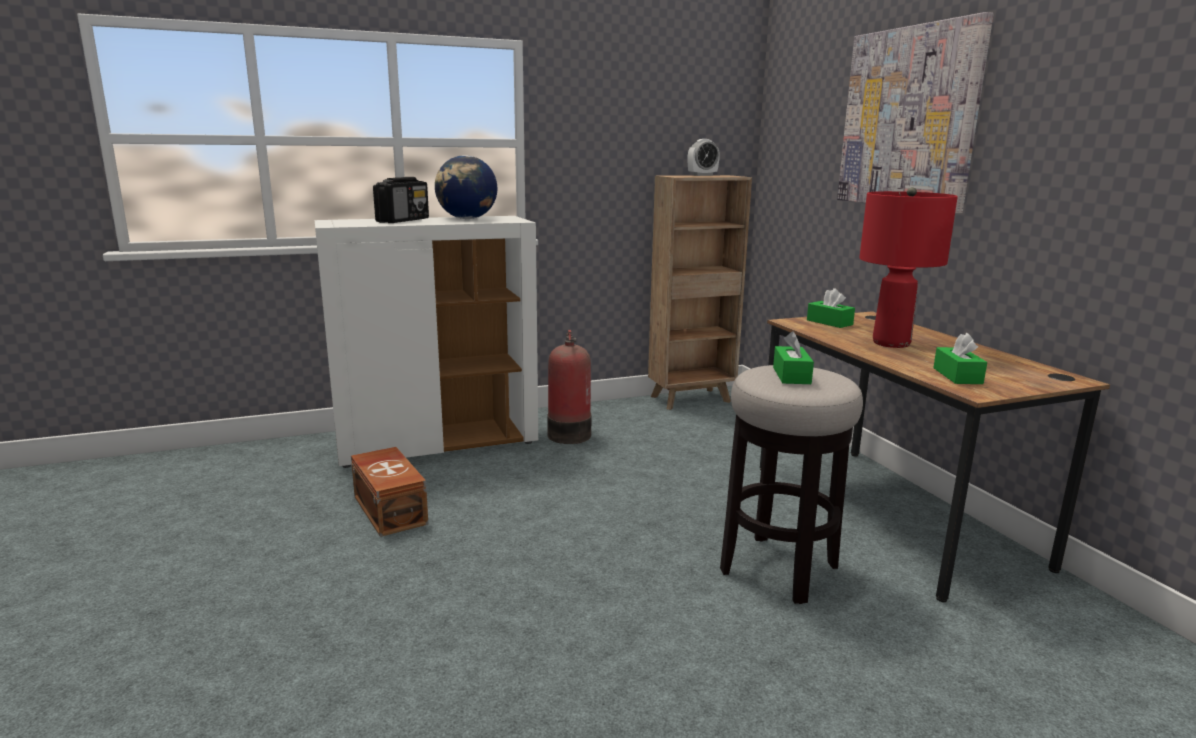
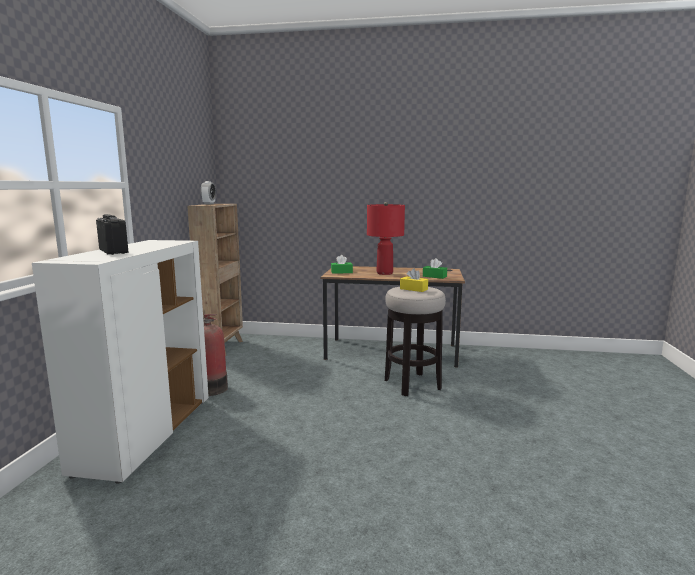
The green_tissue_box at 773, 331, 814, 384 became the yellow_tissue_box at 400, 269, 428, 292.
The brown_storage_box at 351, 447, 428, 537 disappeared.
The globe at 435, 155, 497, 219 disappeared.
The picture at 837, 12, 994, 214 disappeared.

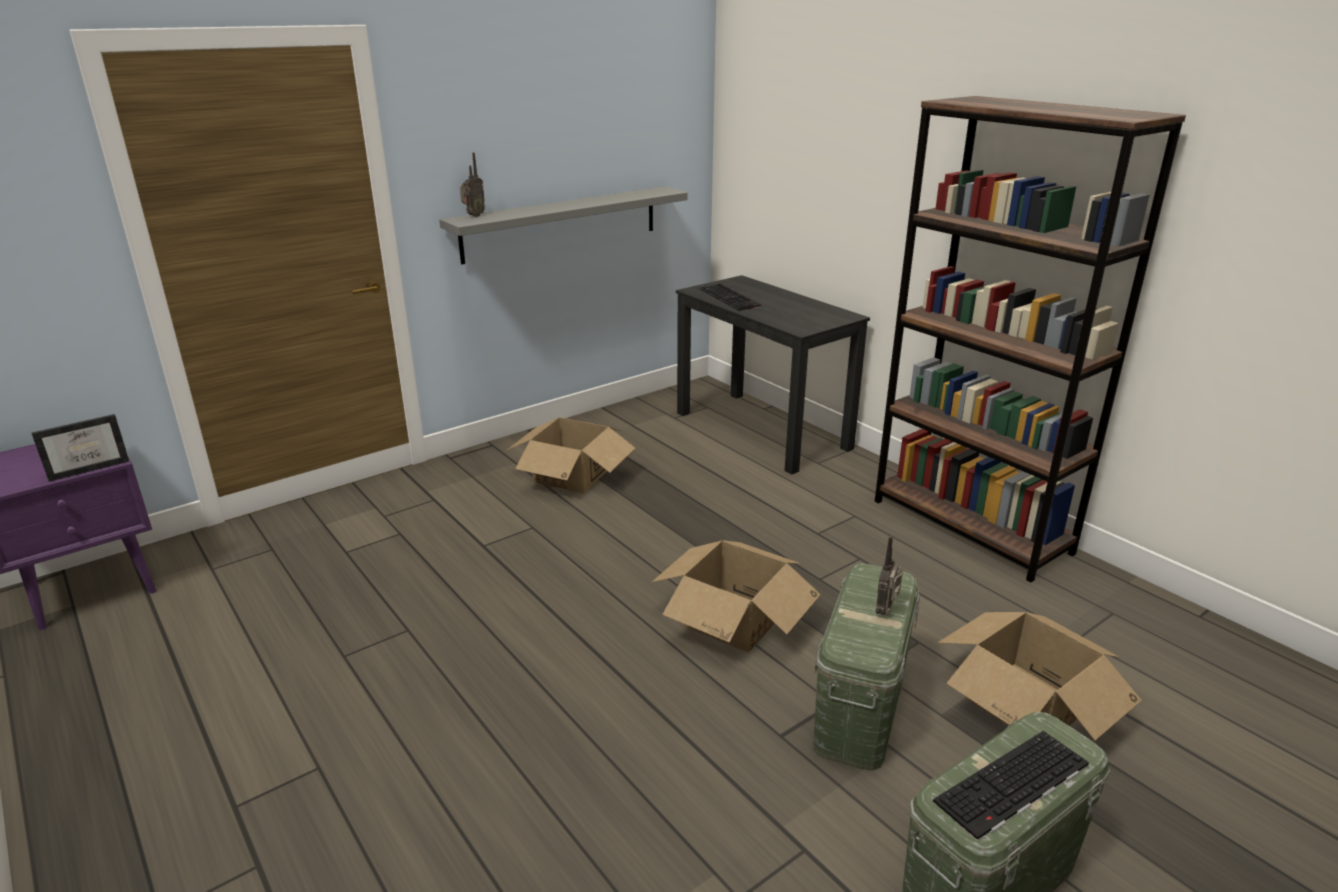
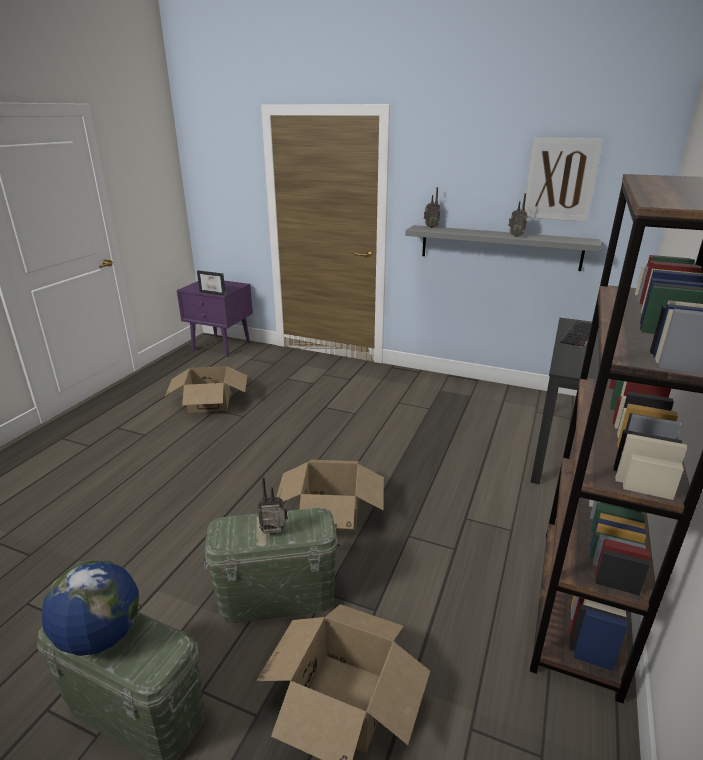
The keyboard at 933, 731, 1089, 841 was replaced by the globe at 42, 560, 139, 656.
The cardboard_box moved from 507, 417, 635, 493 to 165, 366, 247, 413.
The radio at 508, 193, 527, 237 appeared.
The picture at 524, 138, 603, 222 appeared.

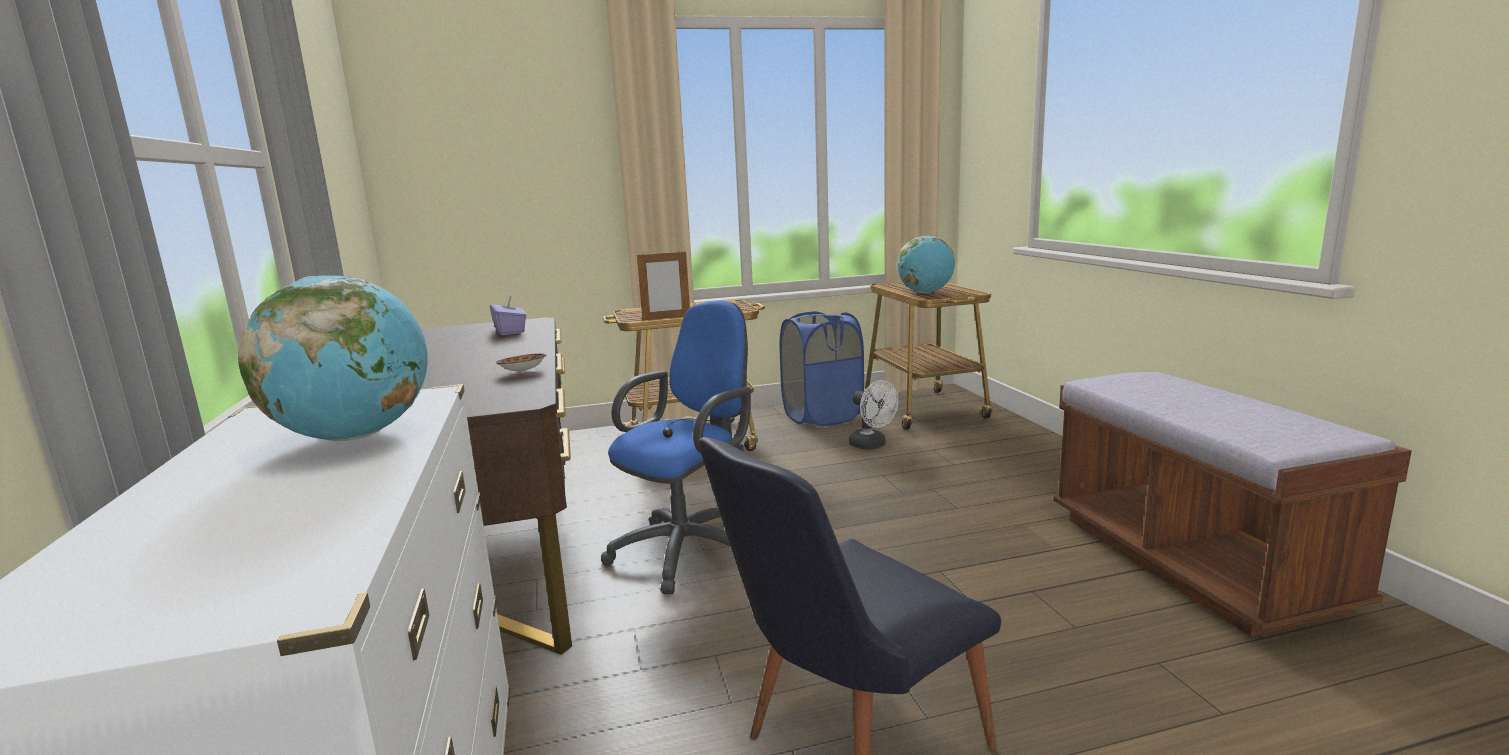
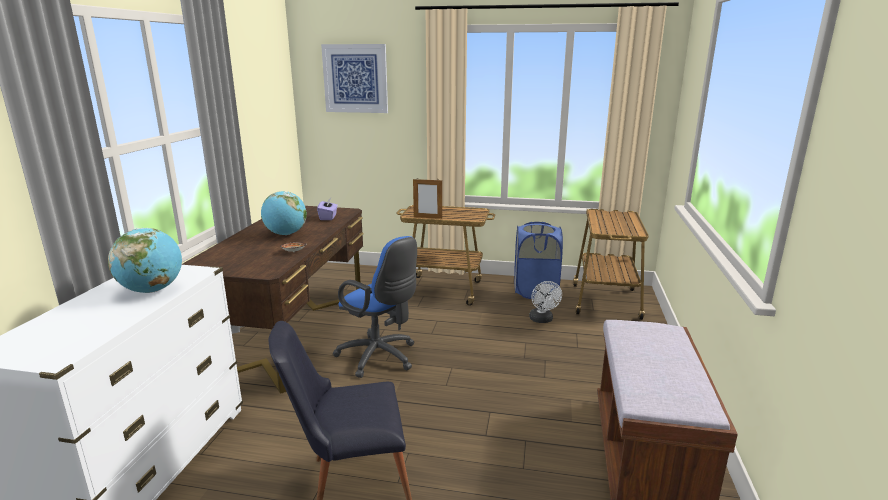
The globe moved from 897, 235, 955, 293 to 261, 191, 307, 235.
The picture at 321, 44, 388, 113 appeared.
The blue_office_chair at 601, 300, 751, 594 turned 60 degrees clockwise.

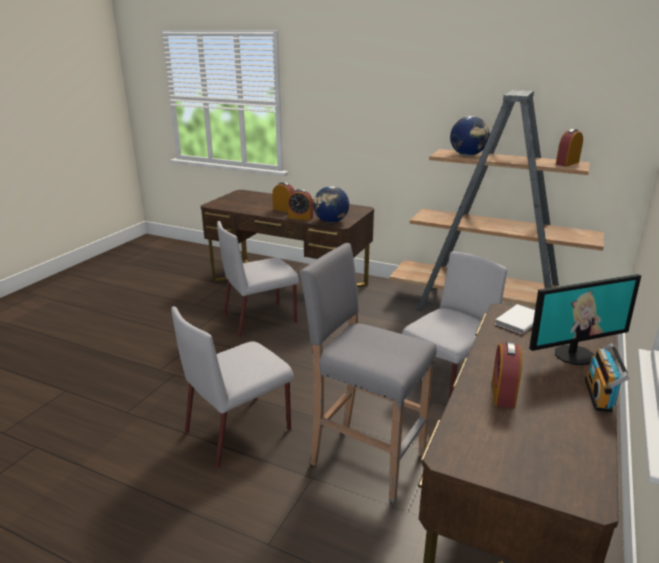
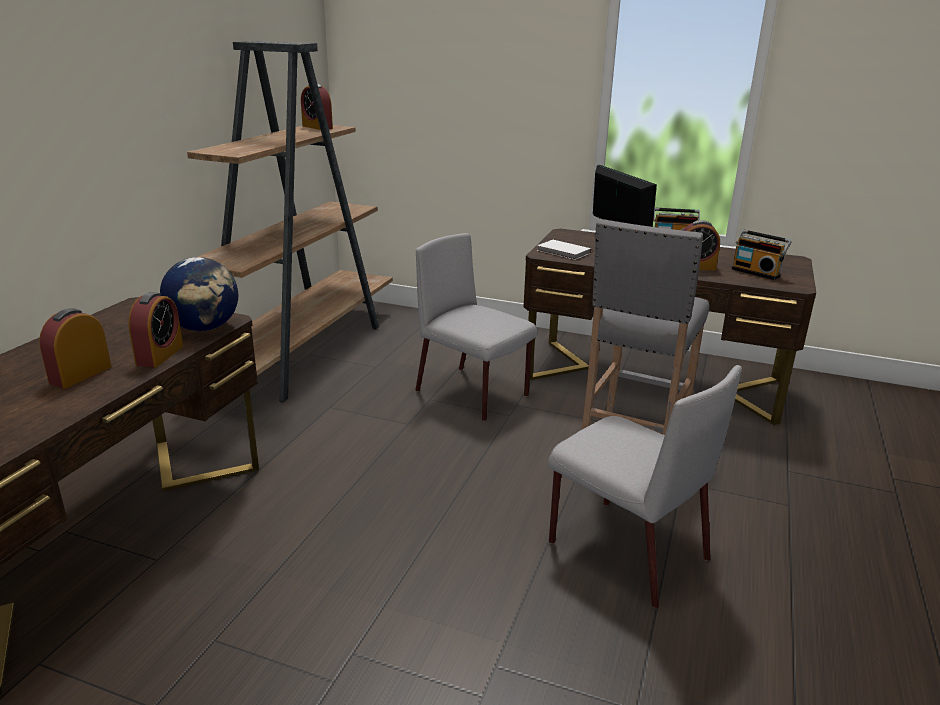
The radio at 731, 230, 791, 280 appeared.
The grey_chair at 217, 221, 299, 338 disappeared.
The globe at 450, 116, 490, 156 disappeared.

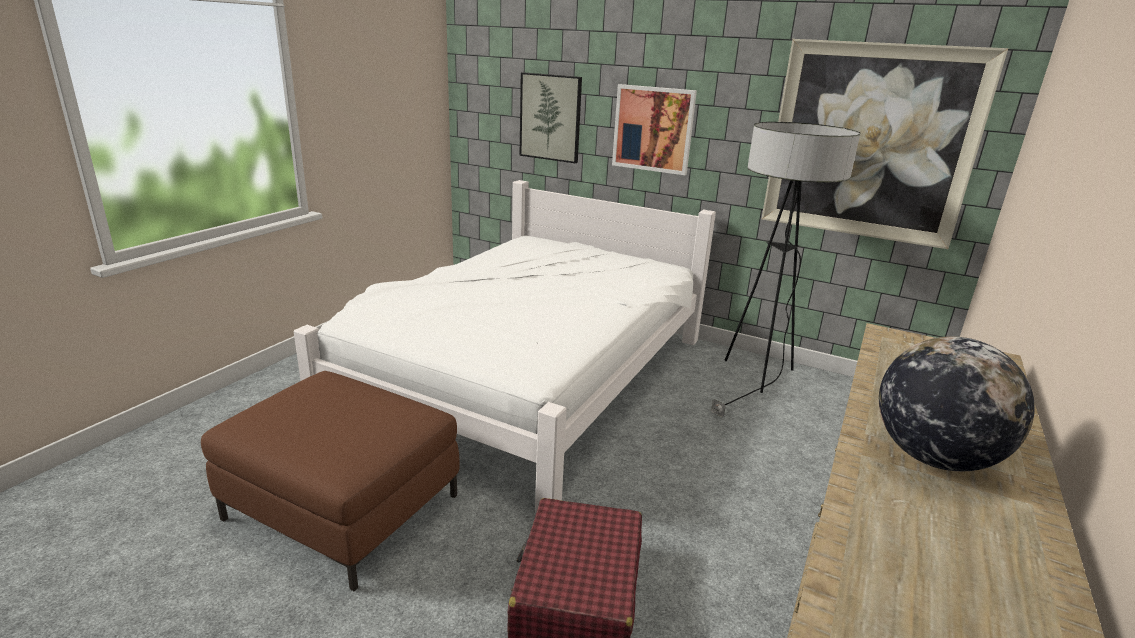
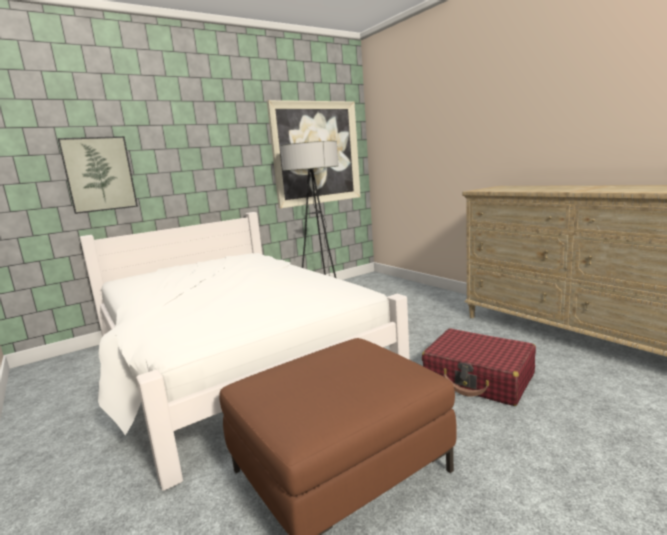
The picture at 612, 84, 697, 175 disappeared.
The globe at 879, 336, 1035, 471 disappeared.

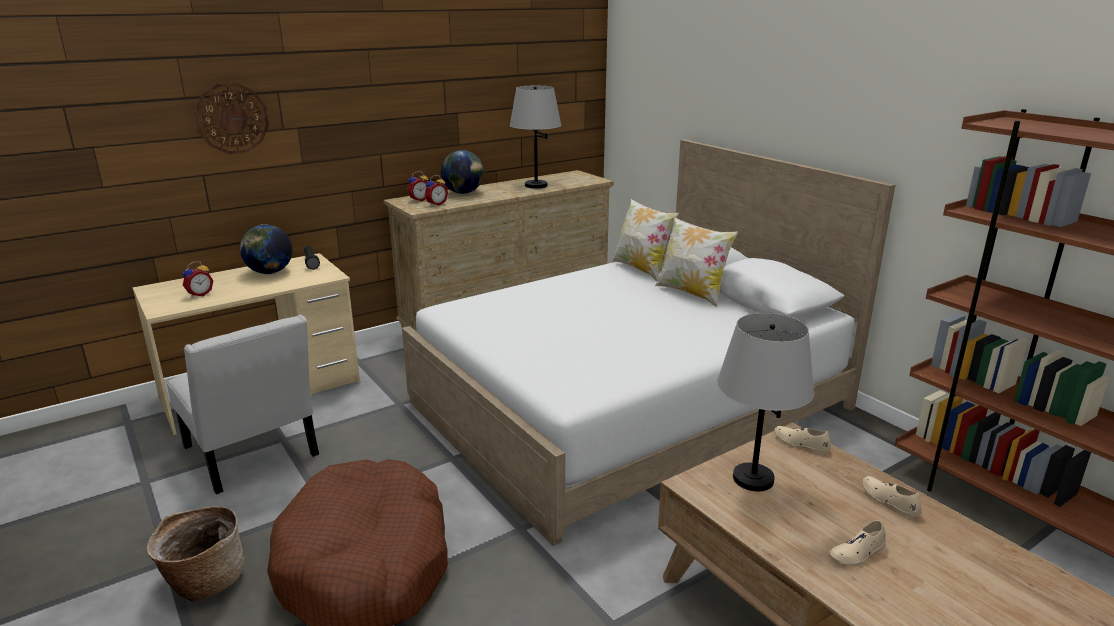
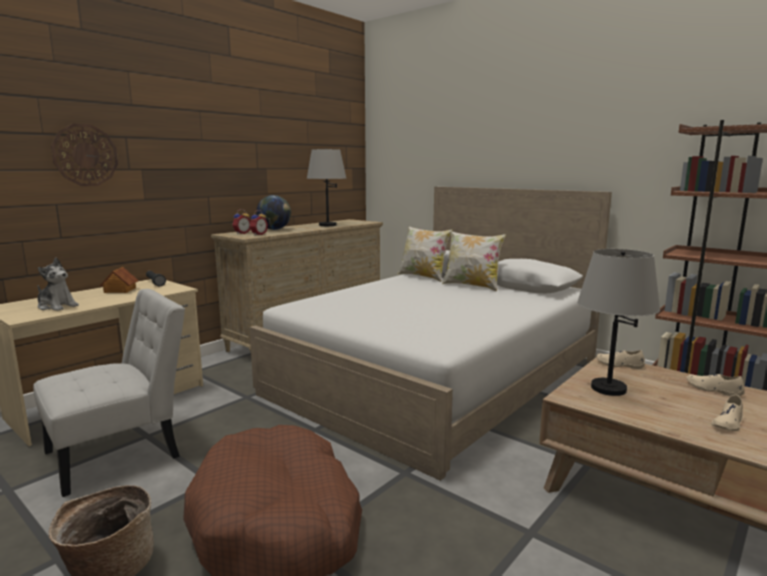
The white_chair at 167, 315, 319, 494 turned 75 degrees counterclockwise.
The alarm_clock at 183, 262, 214, 298 was replaced by the plush_toy at 38, 258, 79, 311.
The globe at 240, 224, 292, 274 was replaced by the toy_house at 100, 267, 139, 293.

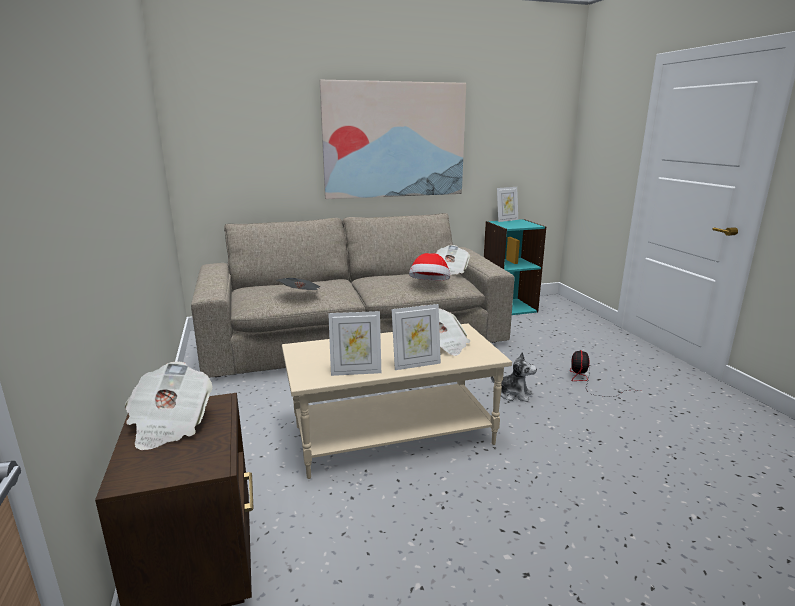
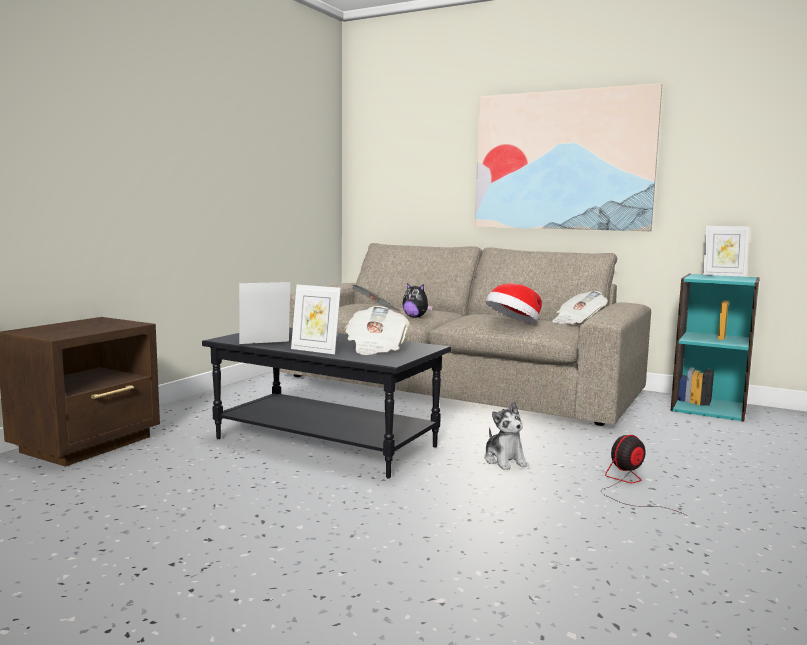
The beige_coffee_table at 282, 324, 512, 479 became the black_coffee_table at 202, 327, 451, 479.
The picture_frame at 328, 311, 381, 376 turned 120 degrees clockwise.
The plush_toy at 402, 283, 433, 318 appeared.
The newspaper at 125, 362, 213, 450 disappeared.

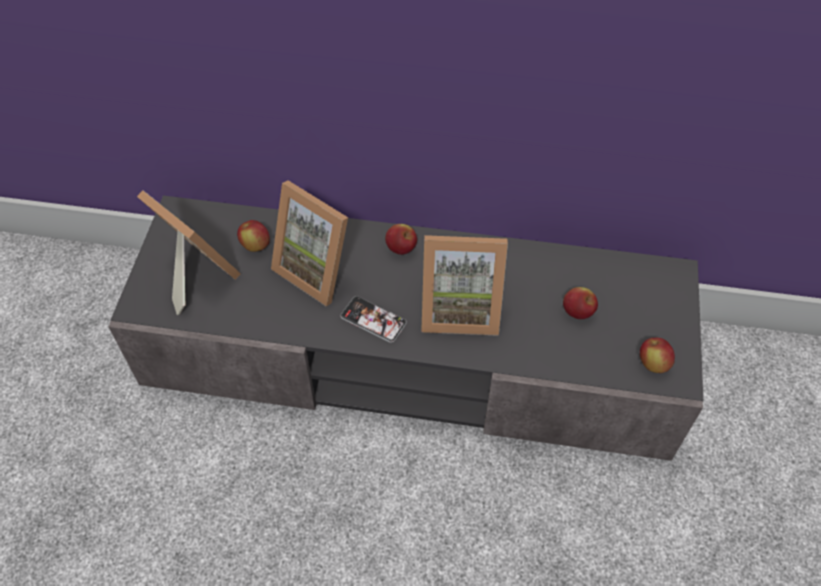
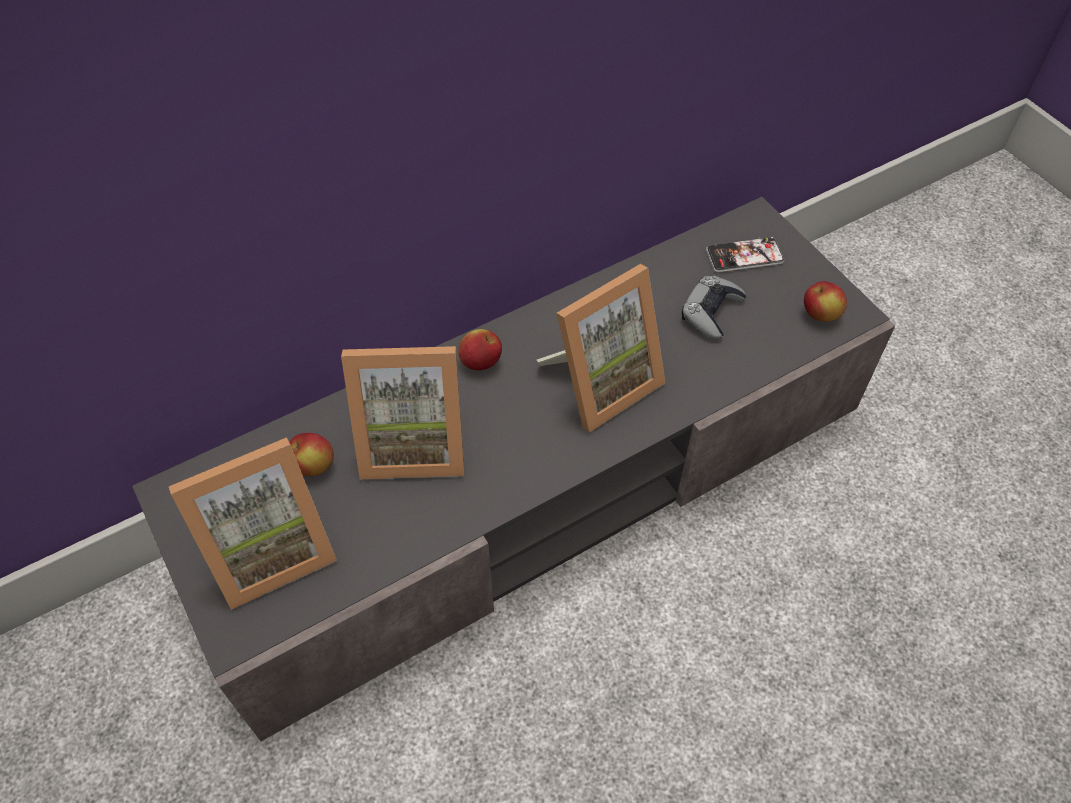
The picture_frame at 137, 190, 241, 315 turned 150 degrees clockwise.
The apple at 563, 287, 598, 319 was replaced by the grey_game_controller at 682, 276, 746, 340.
The phone moved from 341, 296, 407, 343 to 706, 237, 784, 273.

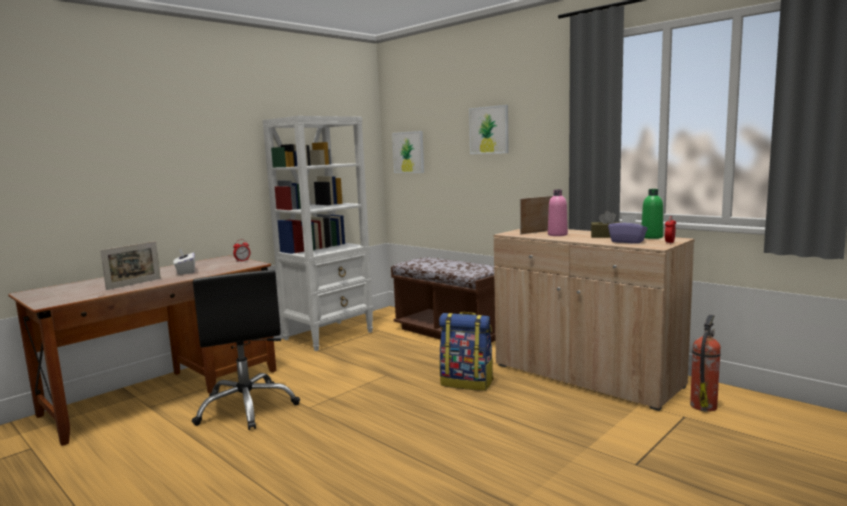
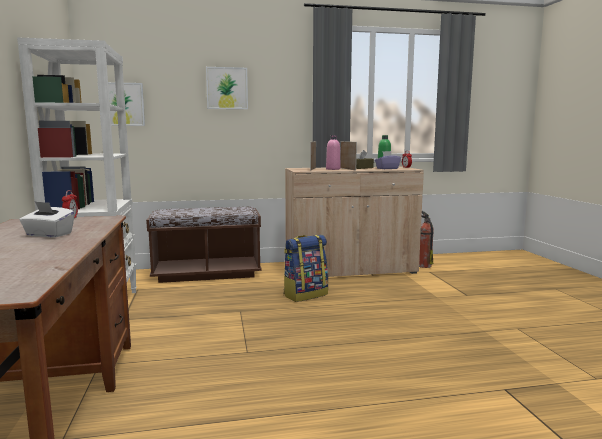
The picture_frame moved from 100, 241, 161, 290 to 340, 141, 357, 171.
The black_office_chair at 192, 270, 300, 430 disappeared.

